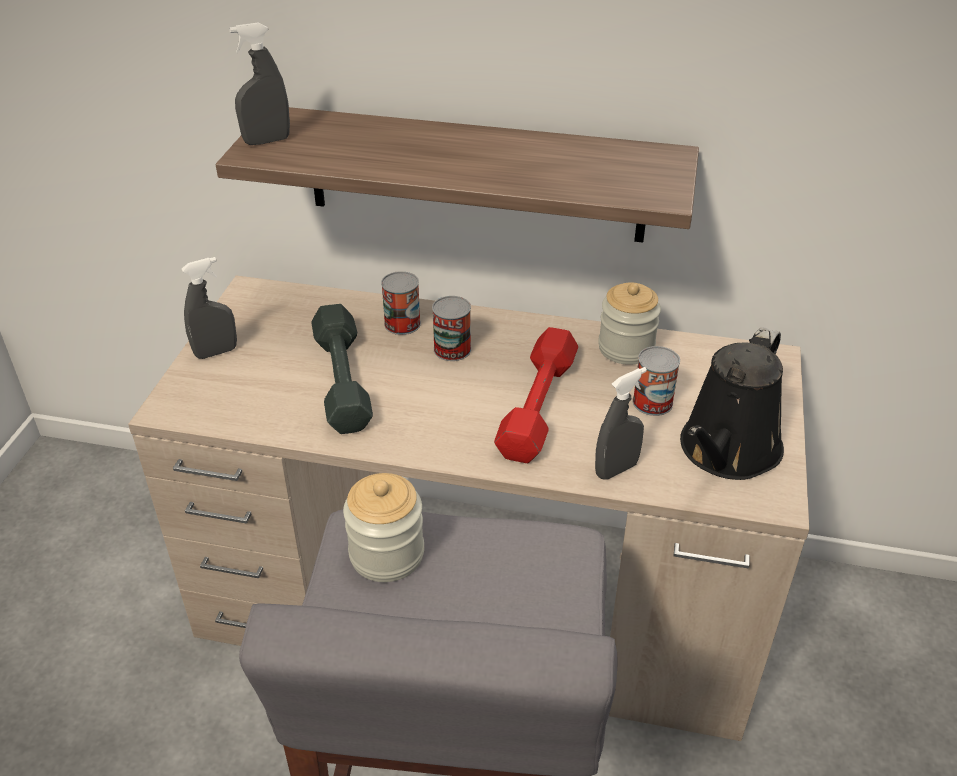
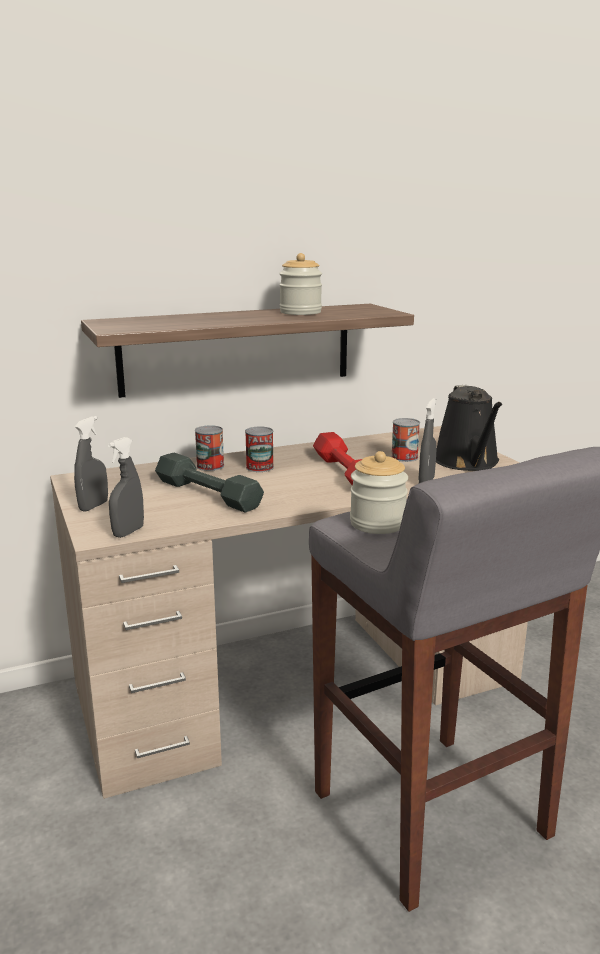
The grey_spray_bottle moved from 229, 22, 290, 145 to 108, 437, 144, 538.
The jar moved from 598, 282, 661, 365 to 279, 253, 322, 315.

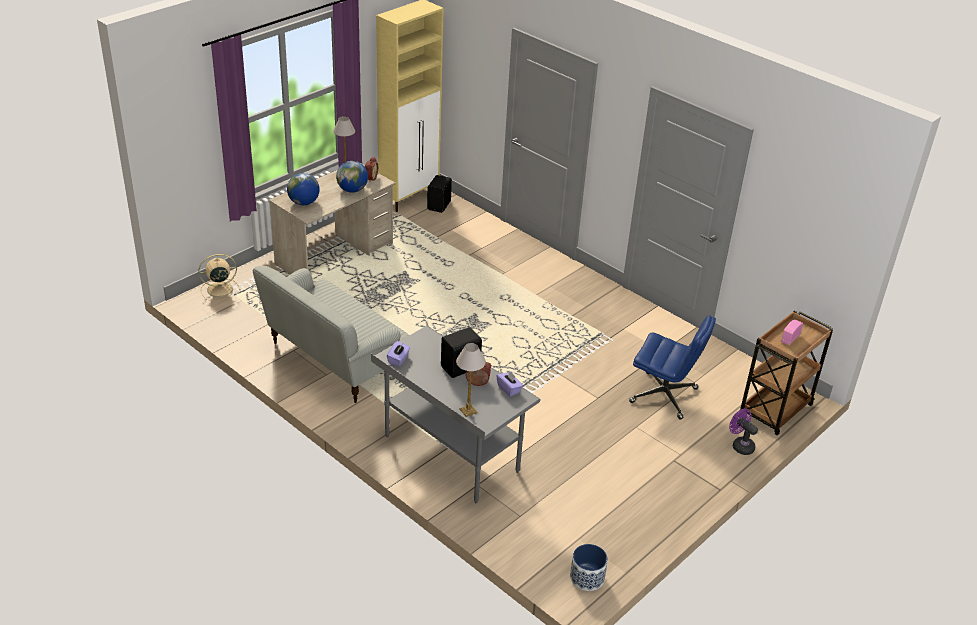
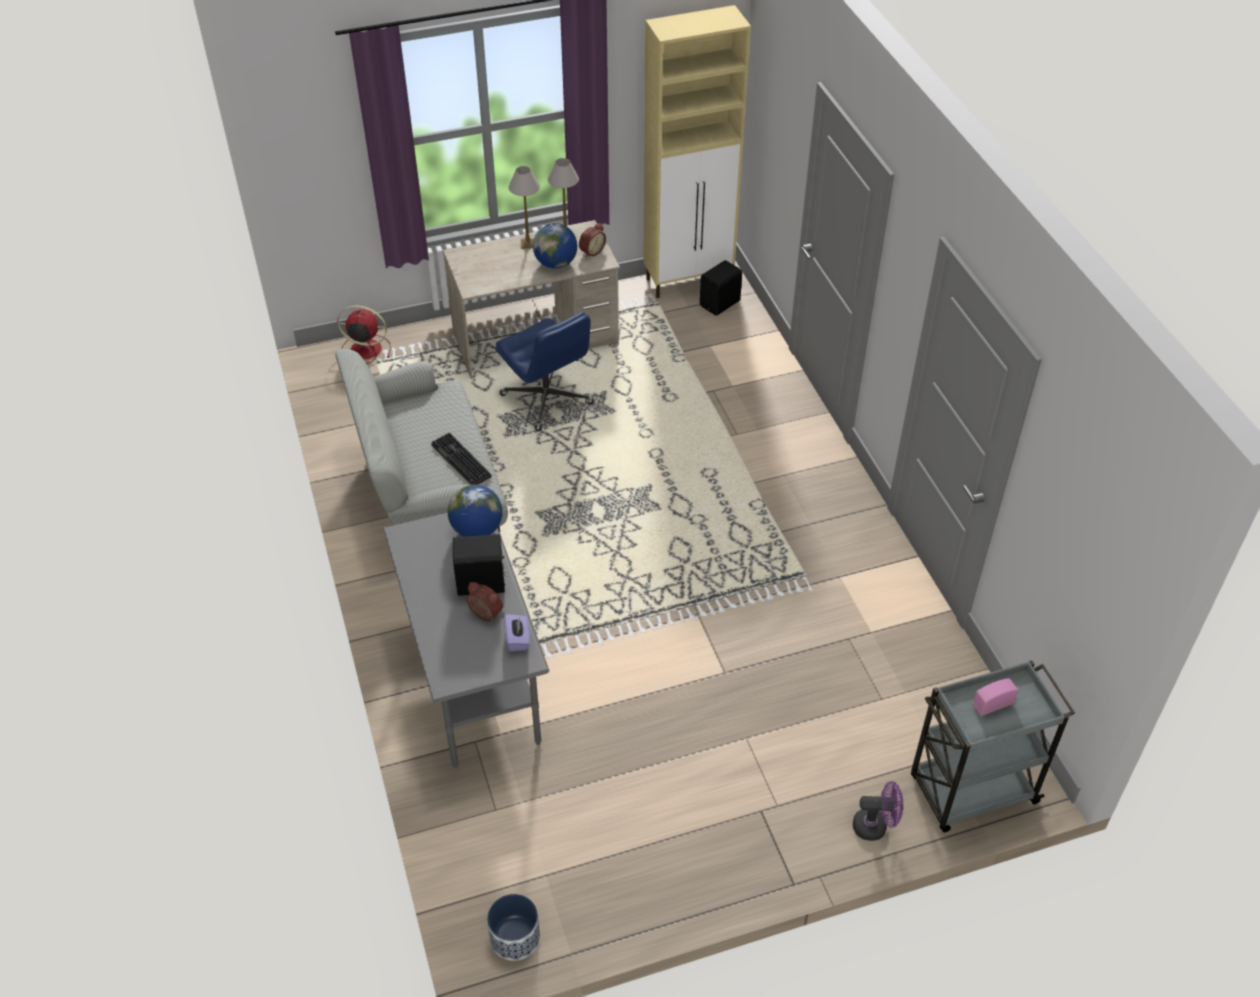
The beige_fan at 199, 254, 241, 301 became the red_fan at 337, 305, 391, 364.
The keyboard at 431, 433, 492, 485 appeared.
The globe moved from 287, 173, 320, 205 to 448, 485, 503, 537.
The blue_office_chair moved from 629, 315, 716, 419 to 495, 312, 594, 431.
The table_lamp moved from 456, 343, 486, 417 to 508, 166, 540, 249.
The purple_fan at 729, 408, 758, 455 turned 105 degrees clockwise.
The brown_cart at 740, 311, 833, 435 became the grey_cart at 911, 660, 1075, 832.
The purple_tissue_box at 387, 341, 410, 366 disappeared.

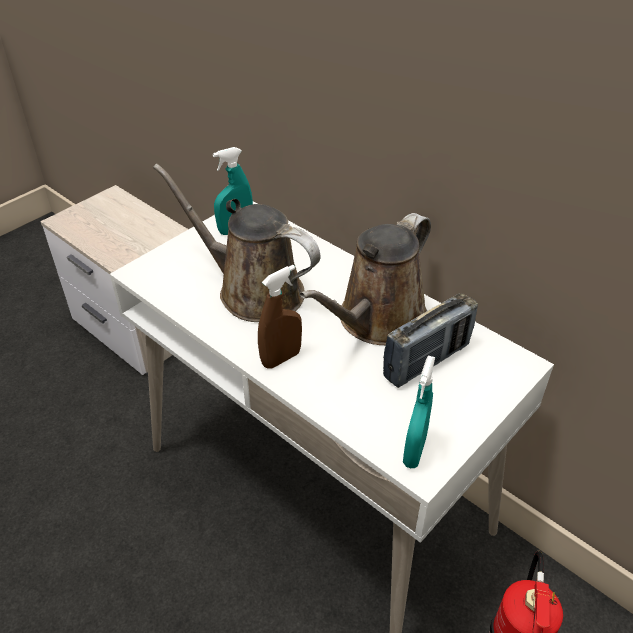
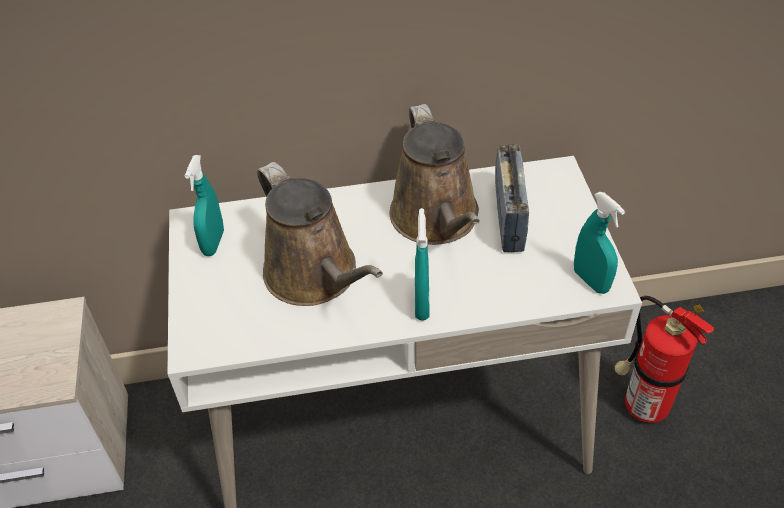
The brown_watering_can at 153, 164, 321, 322 turned 105 degrees counterclockwise.
The brown_spray_bottle at 258, 265, 302, 369 became the turquoise_spray_bottle at 415, 208, 430, 321.

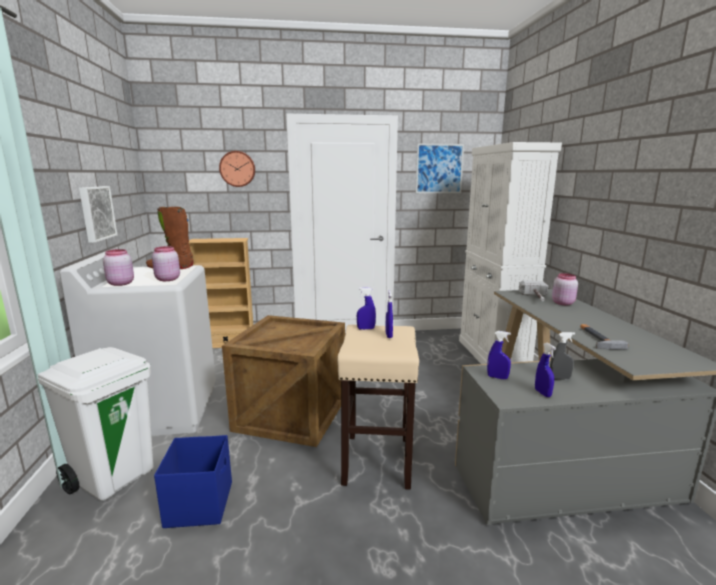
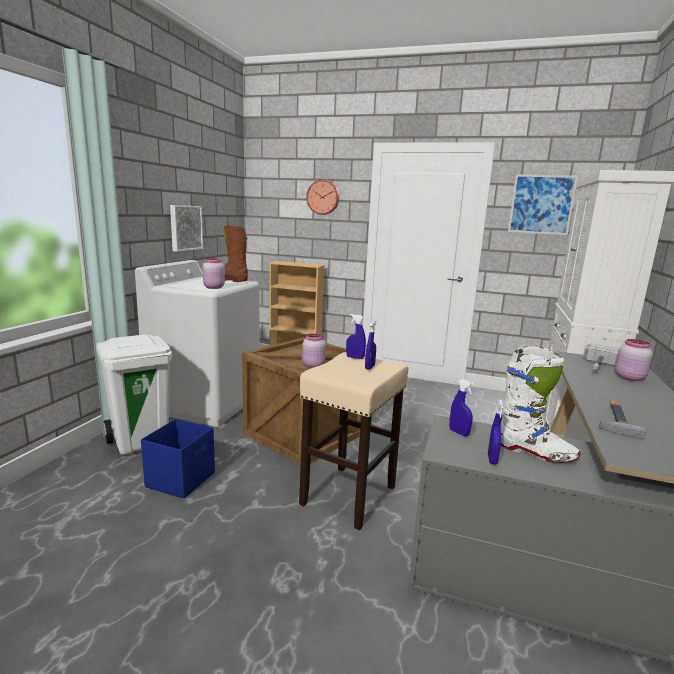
The pink_jar moved from 103, 249, 134, 286 to 302, 333, 326, 368.
The grey_spray_bottle at 550, 332, 575, 380 was replaced by the white_boot at 500, 347, 580, 463.

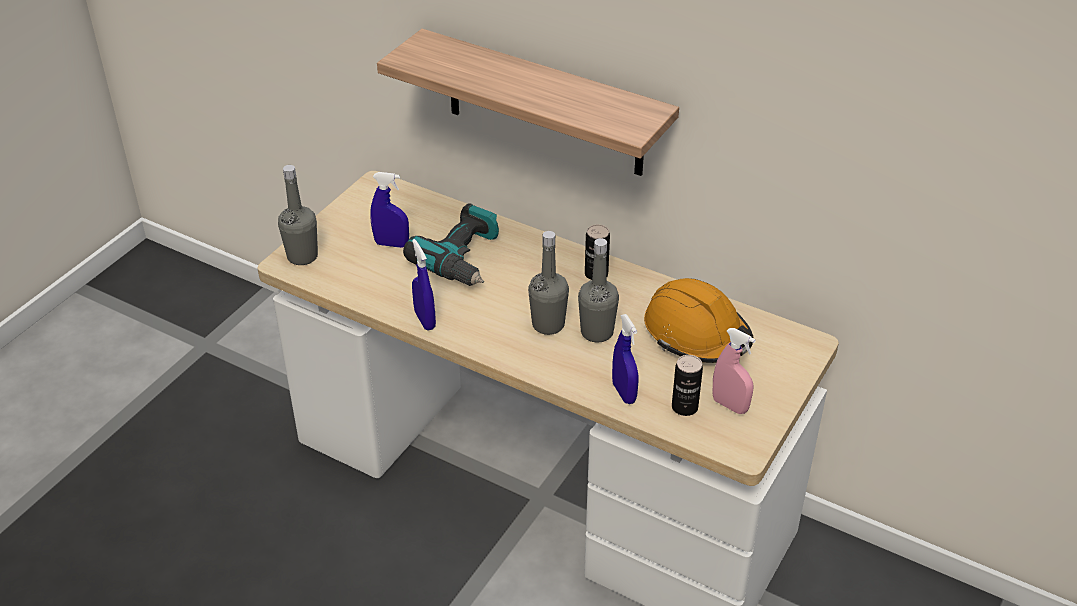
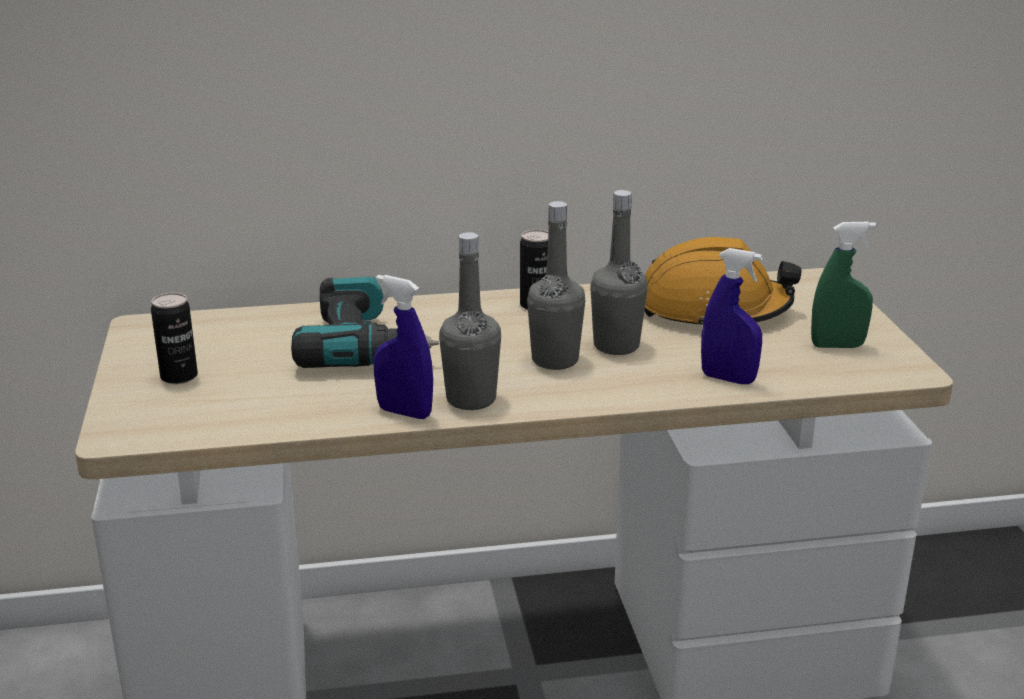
The can moved from 672, 355, 703, 416 to 151, 293, 198, 384.
The grey_bottle moved from 278, 165, 318, 265 to 439, 232, 501, 410.
The pink_spray_bottle at 713, 328, 756, 414 became the green_spray_bottle at 811, 222, 876, 348.
The blue_spray_bottle at 370, 172, 409, 248 disappeared.
The shelf at 377, 29, 679, 176 disappeared.

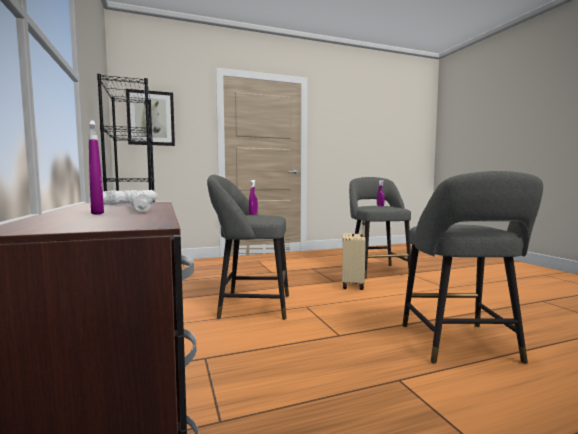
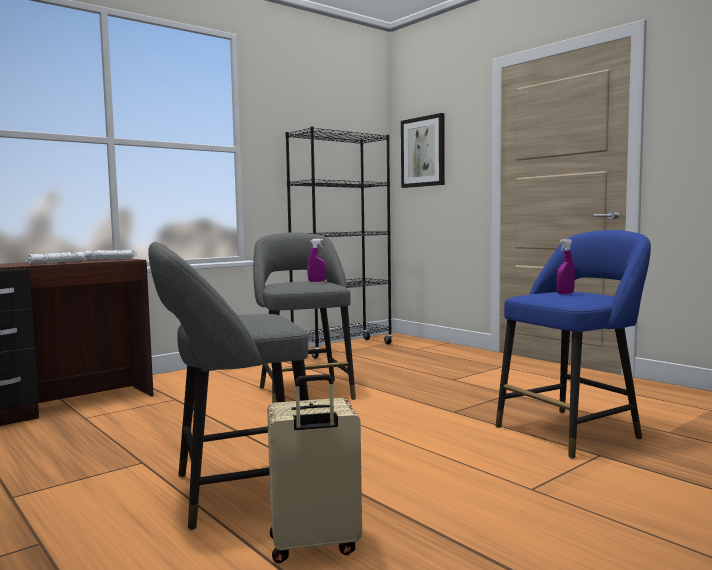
The beige_suitcase moved from 342, 221, 366, 290 to 267, 374, 362, 563.
The grey_stool at 349, 177, 411, 279 became the blue_stool at 496, 230, 651, 459.
The purple_spray_bottle at 89, 120, 104, 215 disappeared.

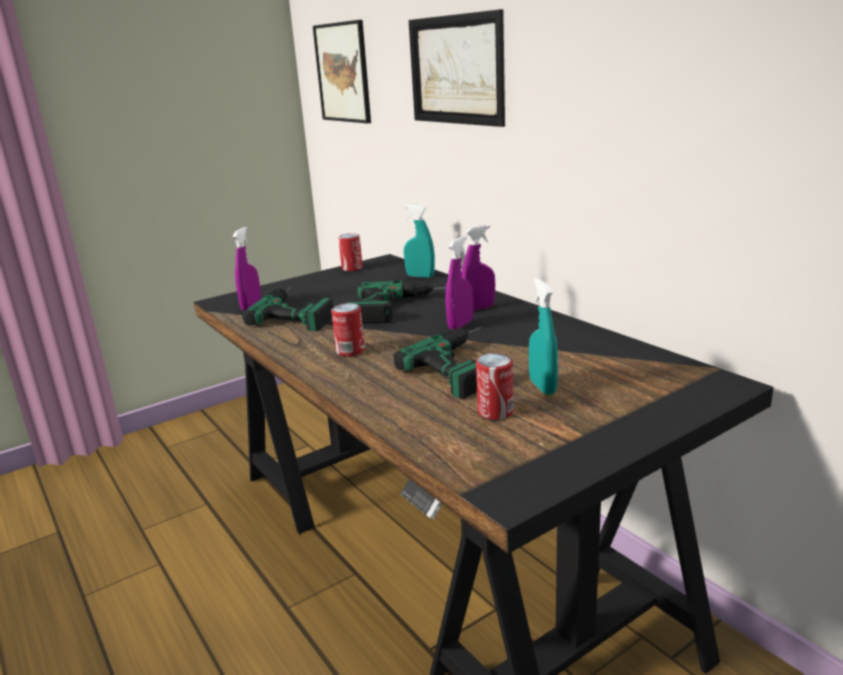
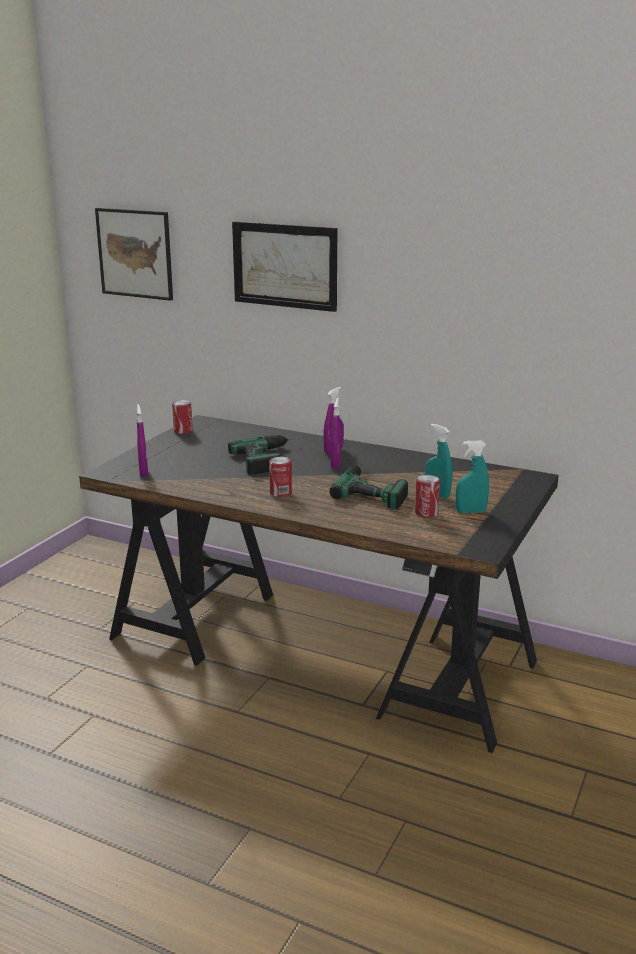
The turquoise_spray_bottle moved from 404, 204, 435, 278 to 456, 441, 489, 513.
The power_drill at 242, 287, 334, 331 disappeared.

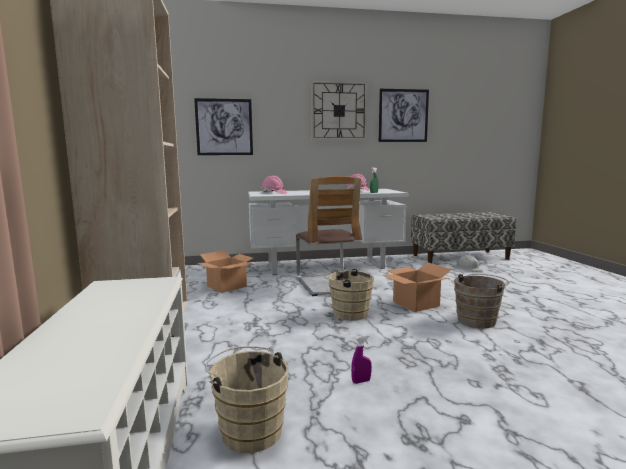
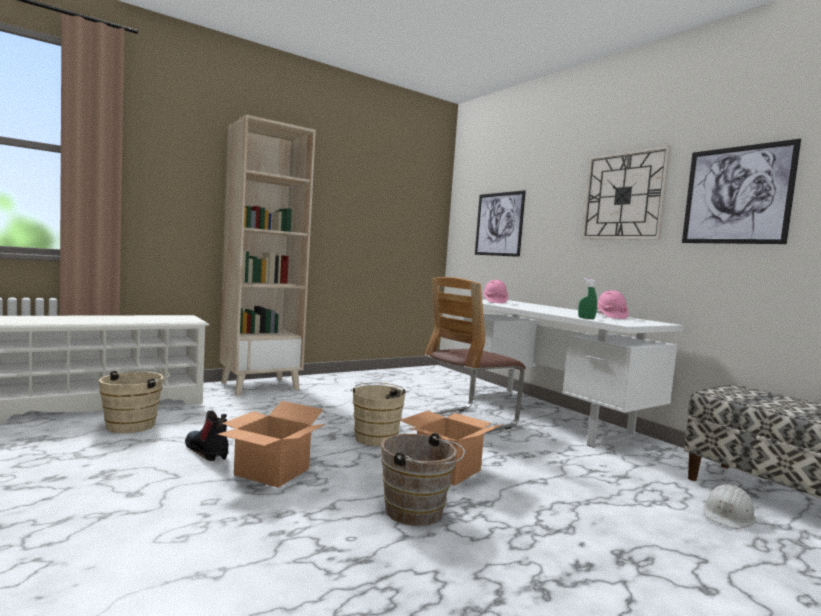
The purple_spray_bottle at 351, 335, 372, 384 was replaced by the boot at 185, 410, 229, 461.
The cardboard_box moved from 197, 250, 254, 293 to 217, 401, 326, 488.

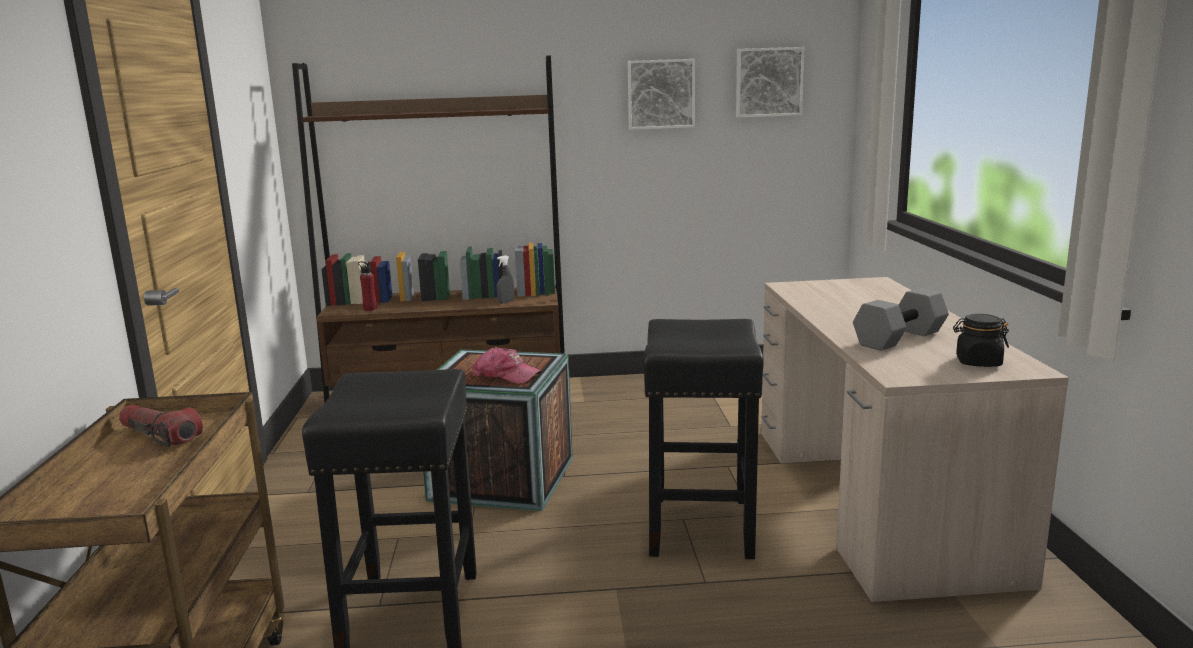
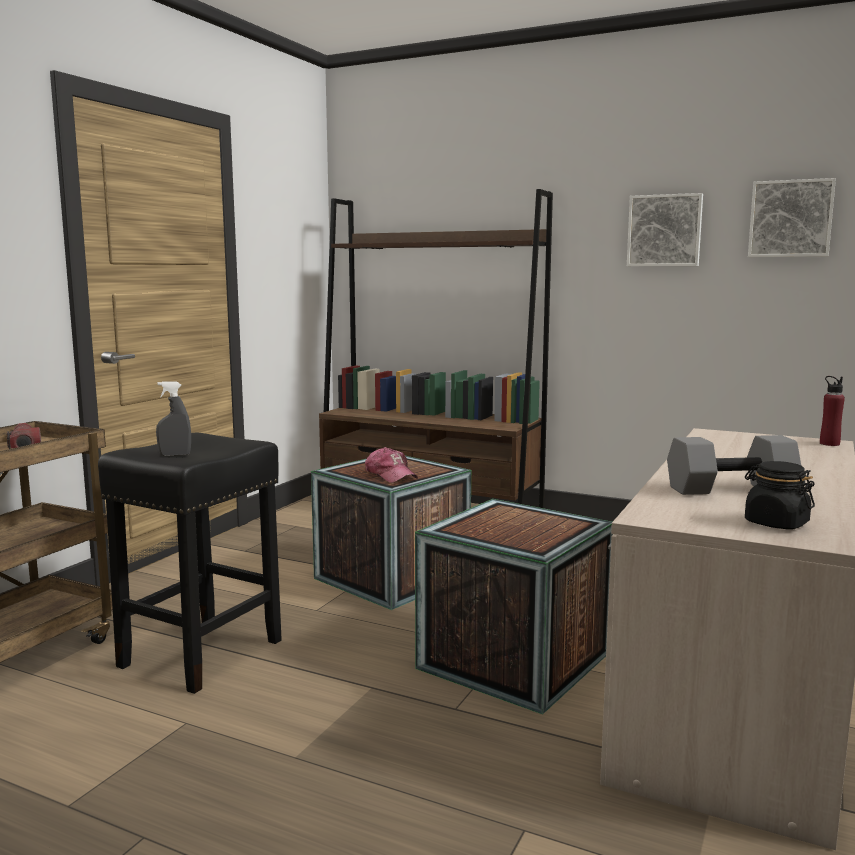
The grey_spray_bottle moved from 497, 255, 514, 304 to 156, 381, 191, 456.
The black_stool at 643, 319, 764, 559 was replaced by the crate at 415, 499, 613, 714.
The red_bottle moved from 358, 261, 377, 311 to 820, 376, 845, 446.

